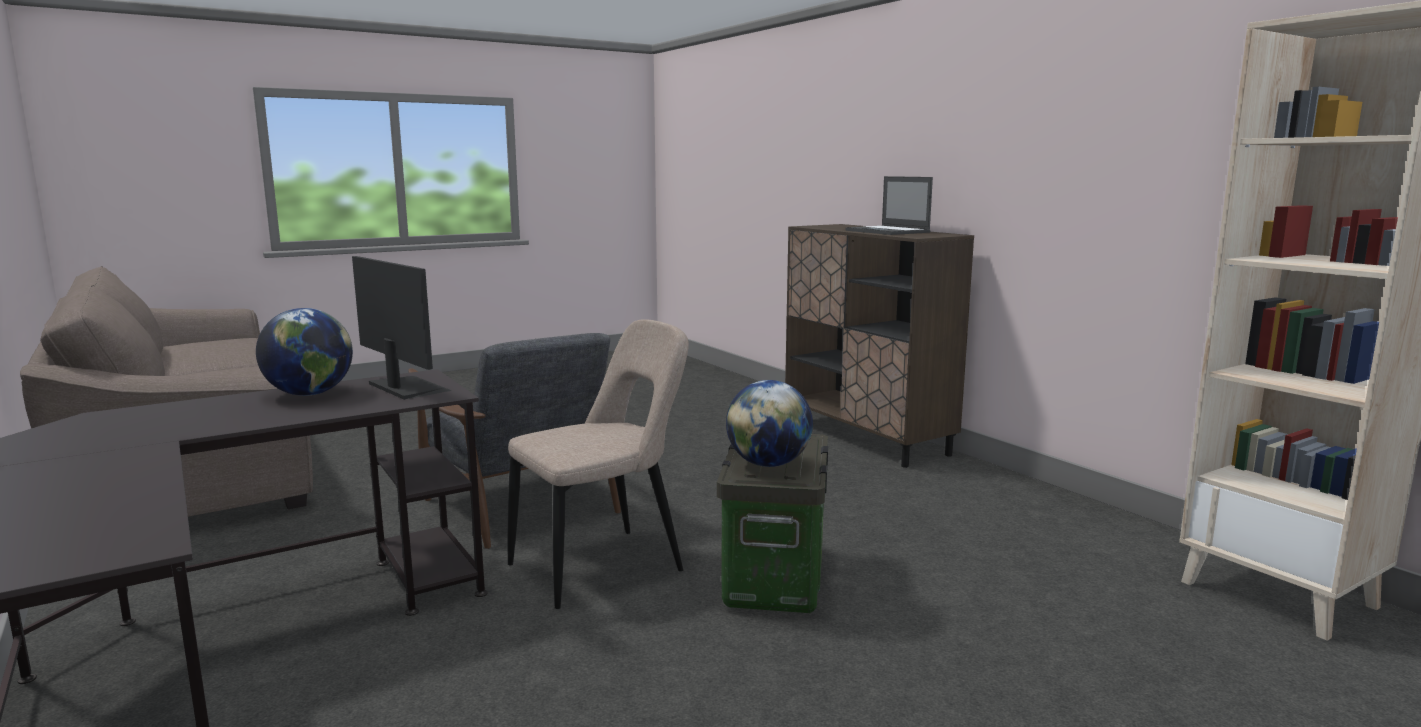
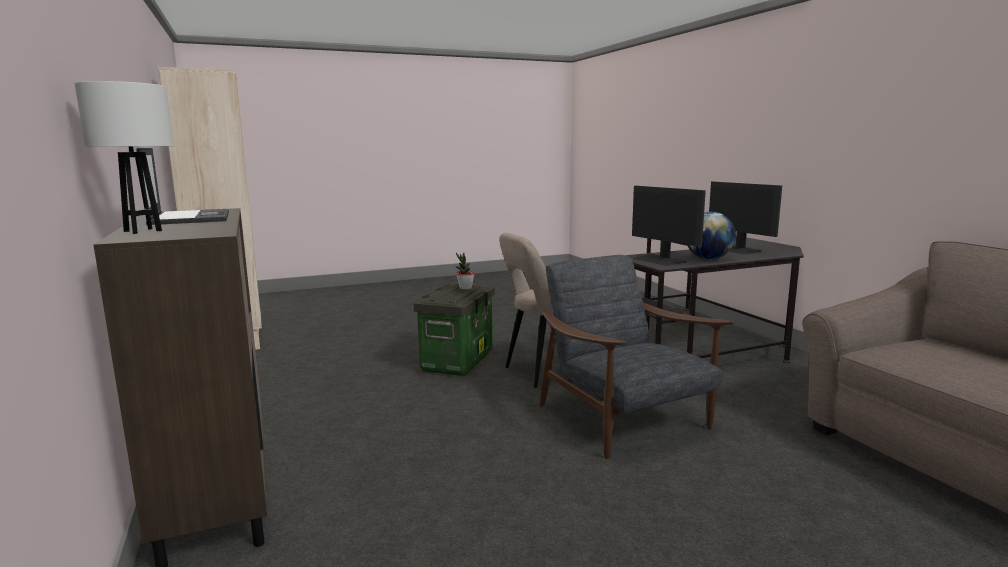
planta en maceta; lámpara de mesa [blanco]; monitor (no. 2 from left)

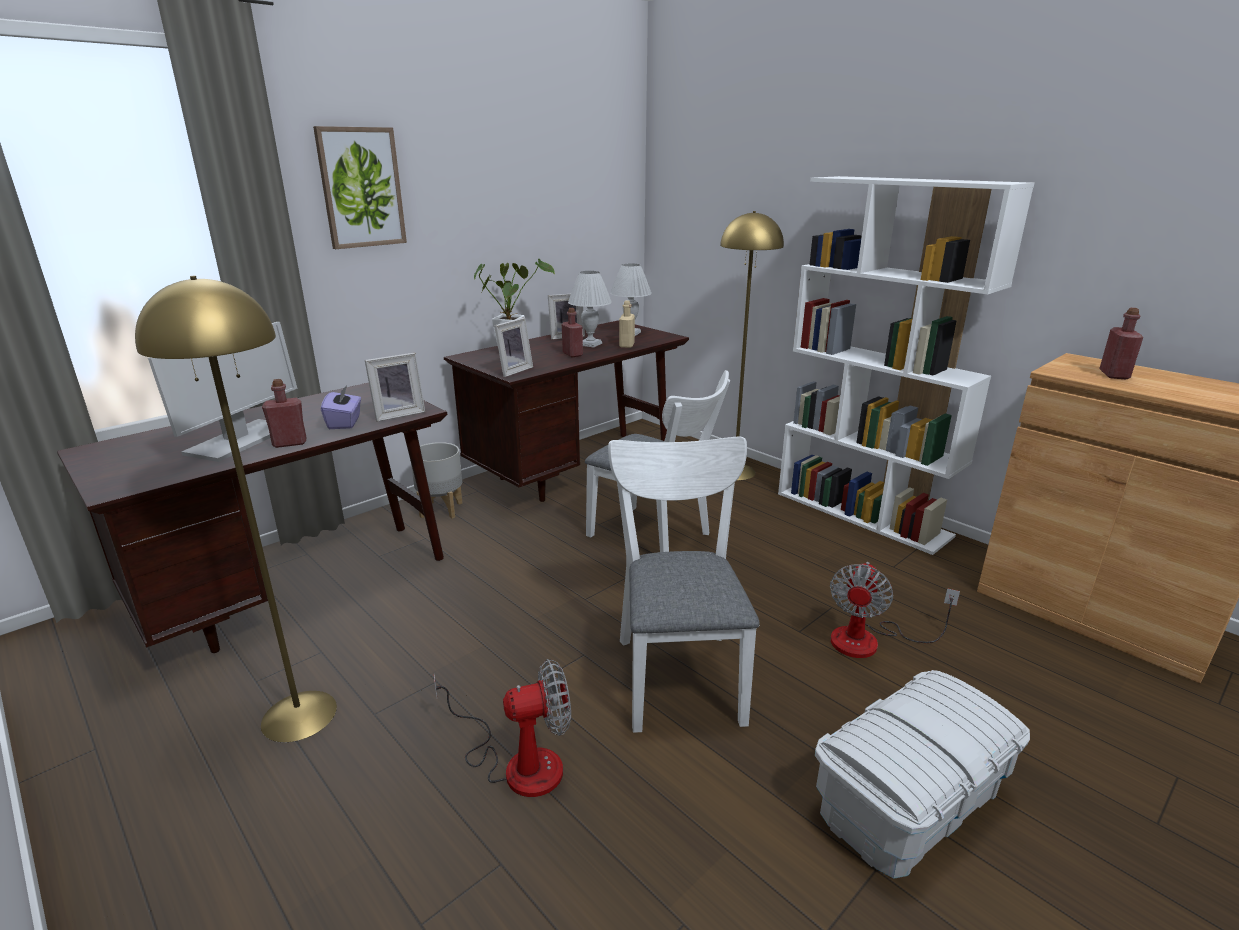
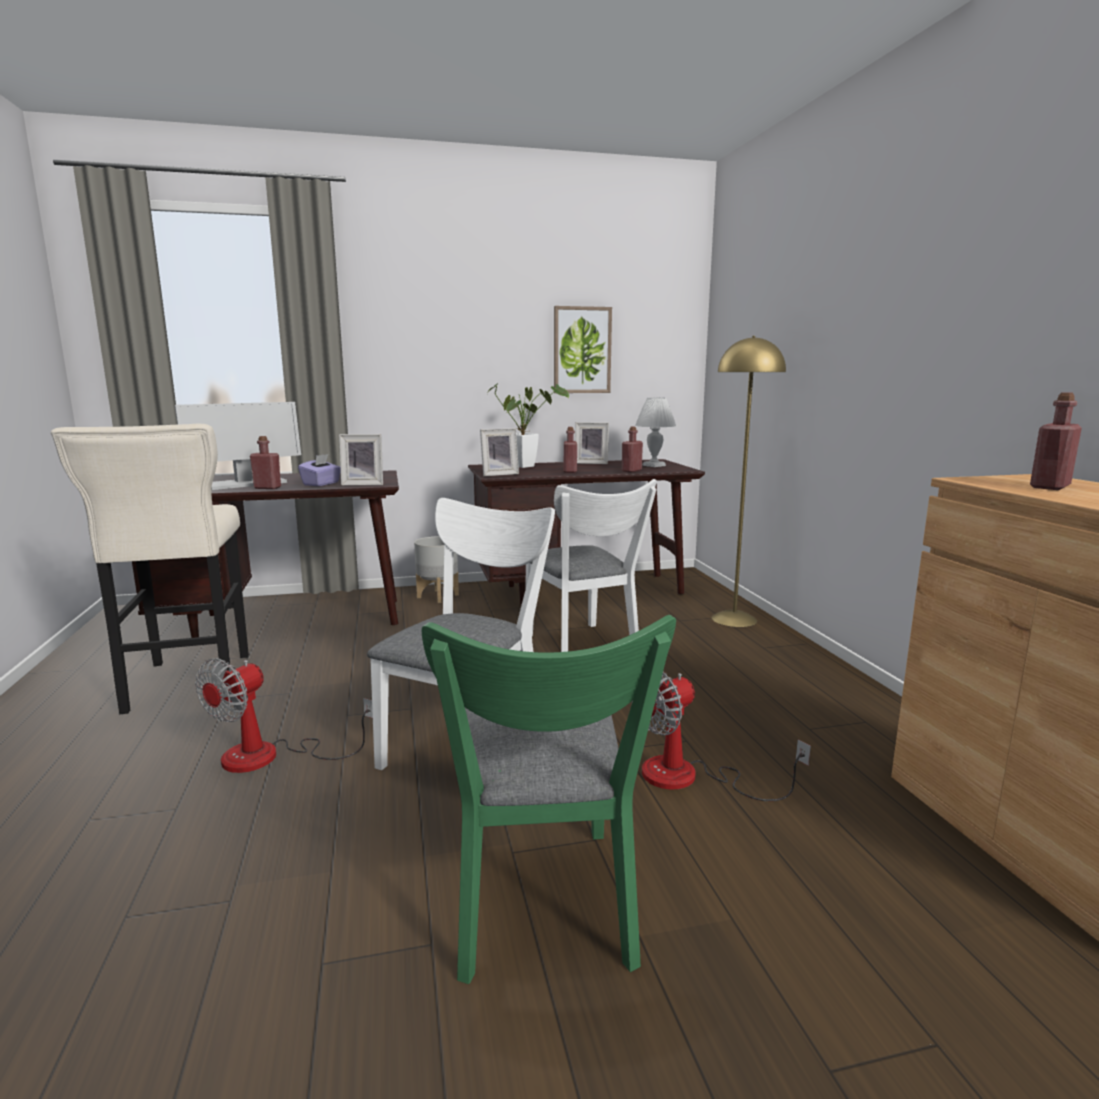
taburete [beis]; cuadro; ventilador (no. 1 from left); lámpara de mesa [blanco] (no. 1 from left in the first image); botella [rojo] (no. 3 from left); estantería [blanco]; silla [verde]

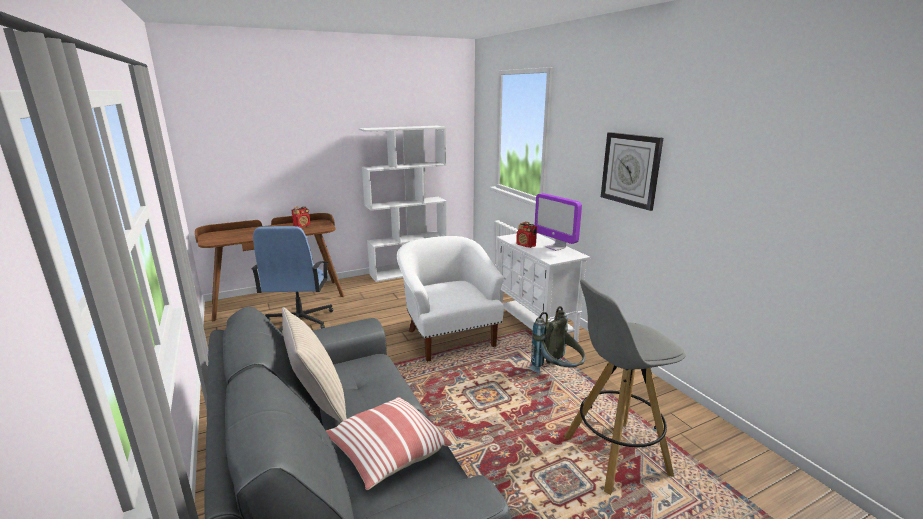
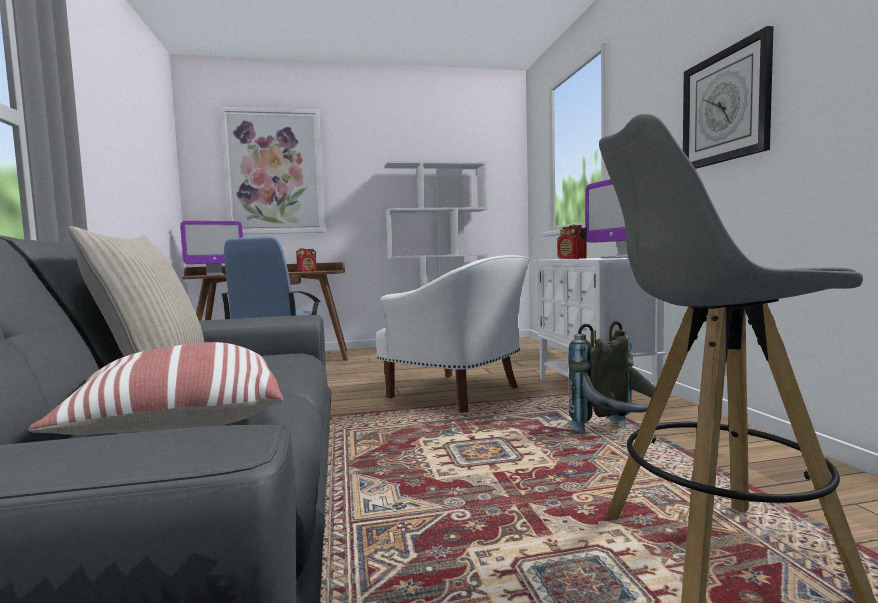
sillón [blanco]; monitor (no. 1 from left); cuadro

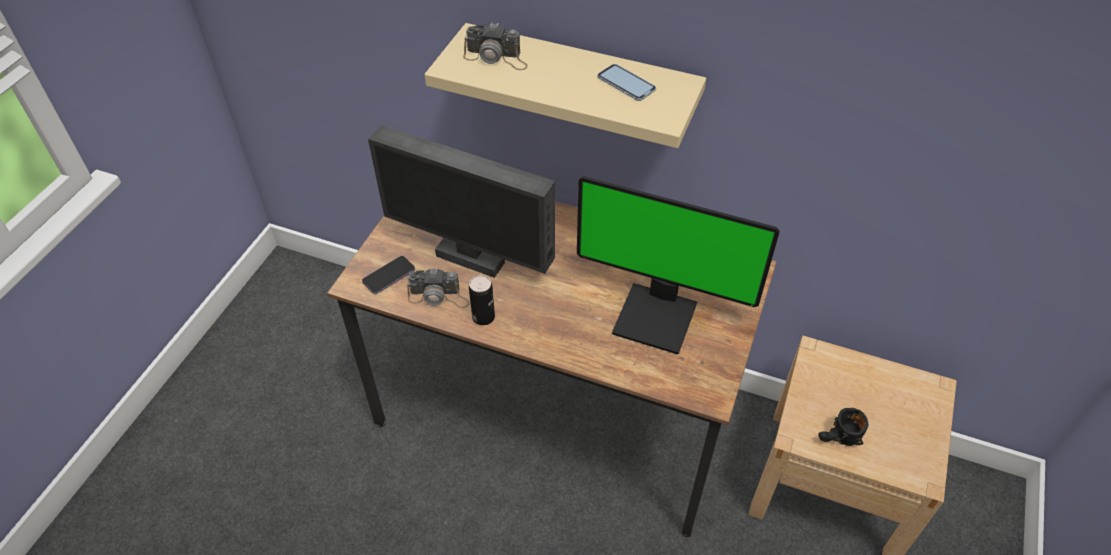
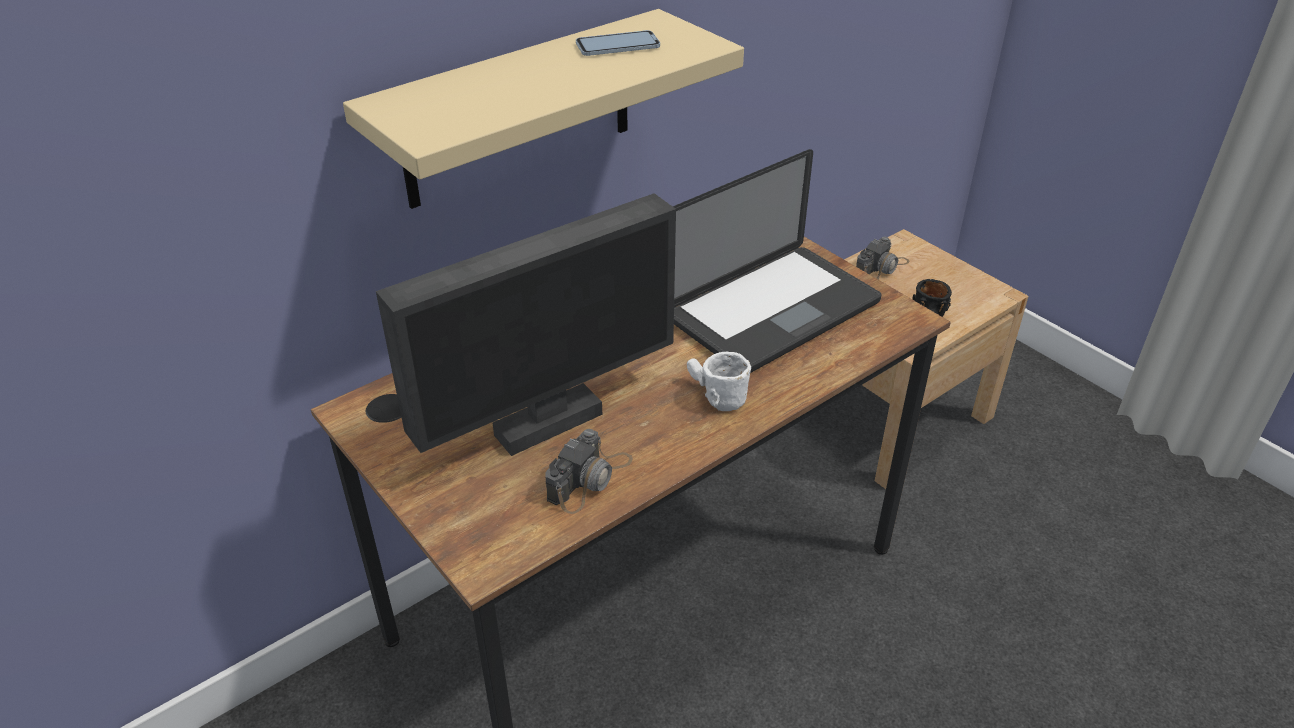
móvil (no. 1 from left in the first image); cámara (no. 2 from left); lata; portátil; taza grande [blanco]

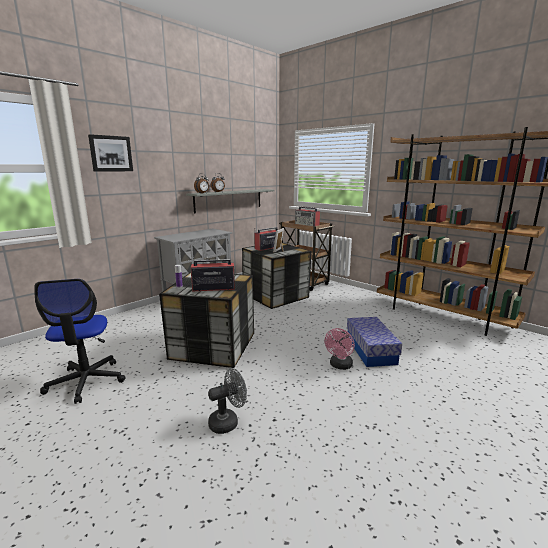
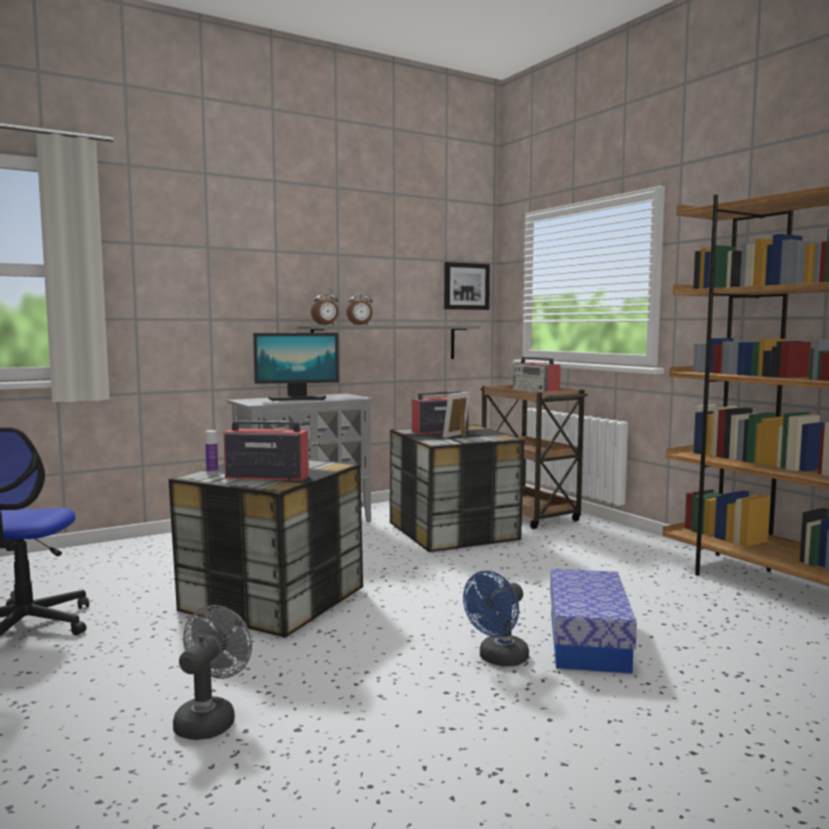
cuadro; ventilador [gris]; ventilador [azul]; monitor

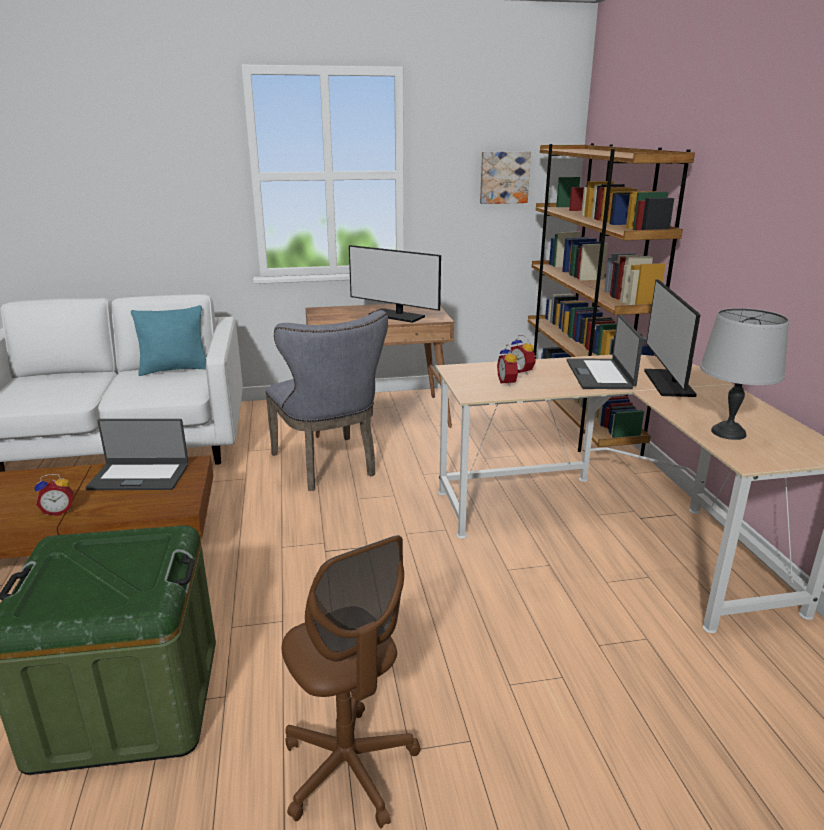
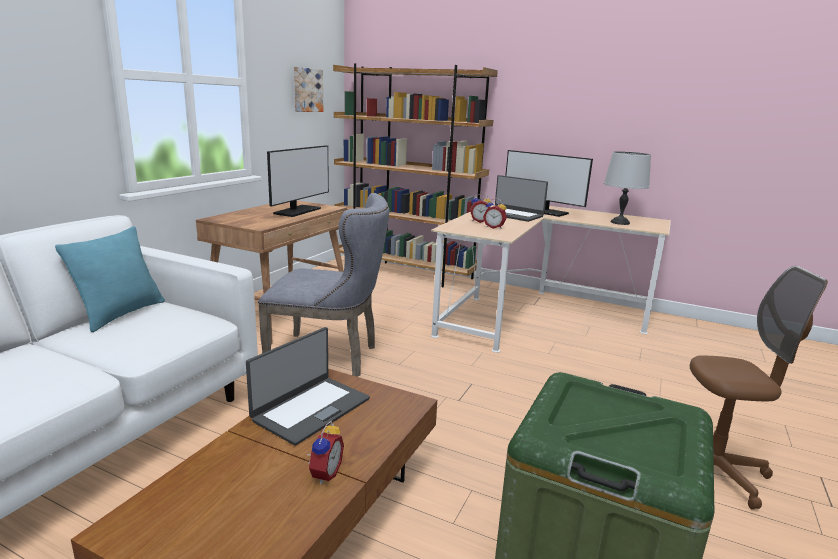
monitor (no. 1 from left)

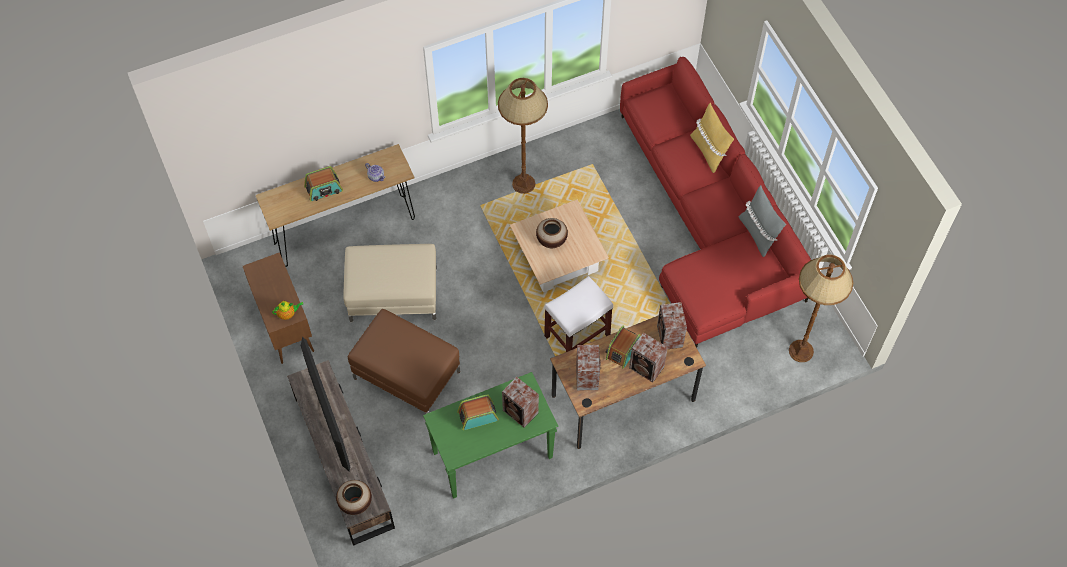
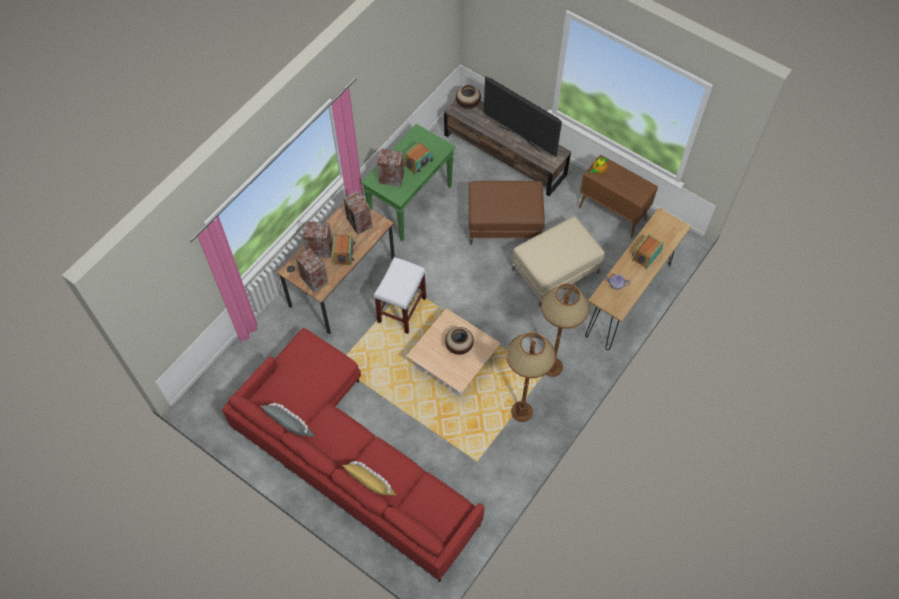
lámpara de pie [marrón] (no. 2 from left)

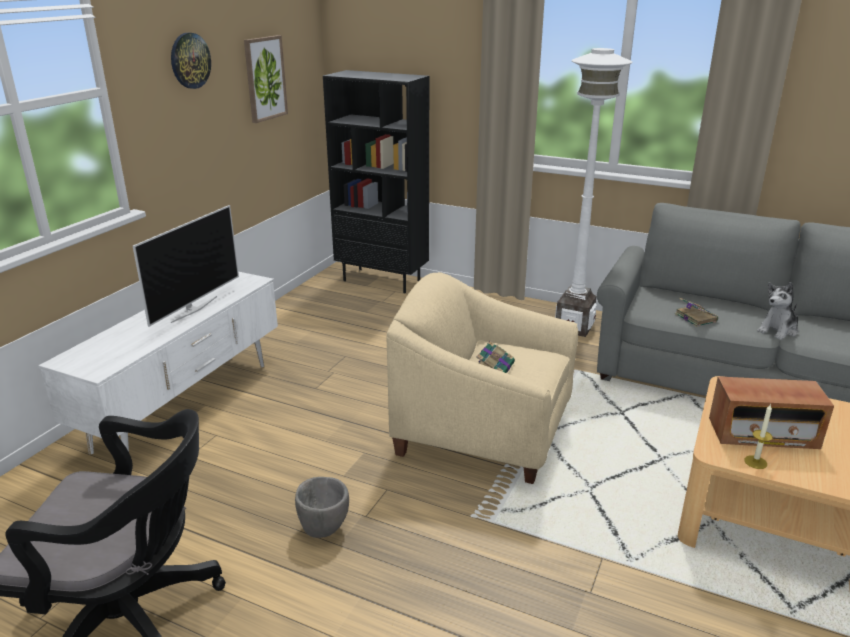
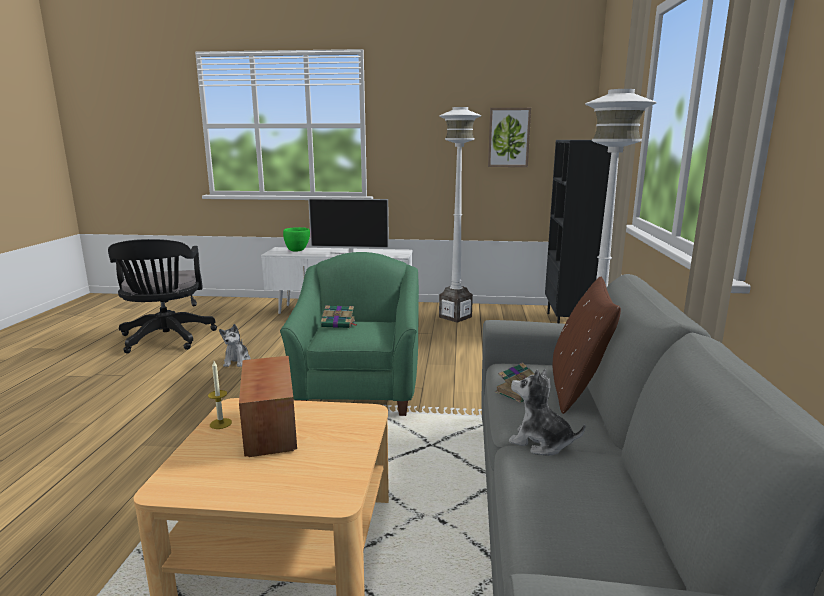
reloj de pared; peluche (no. 1 from left); sillón [verde]; cuenco [verde]; lámpara de pie [blanco] (no. 1 from left); cojín [marrón]

